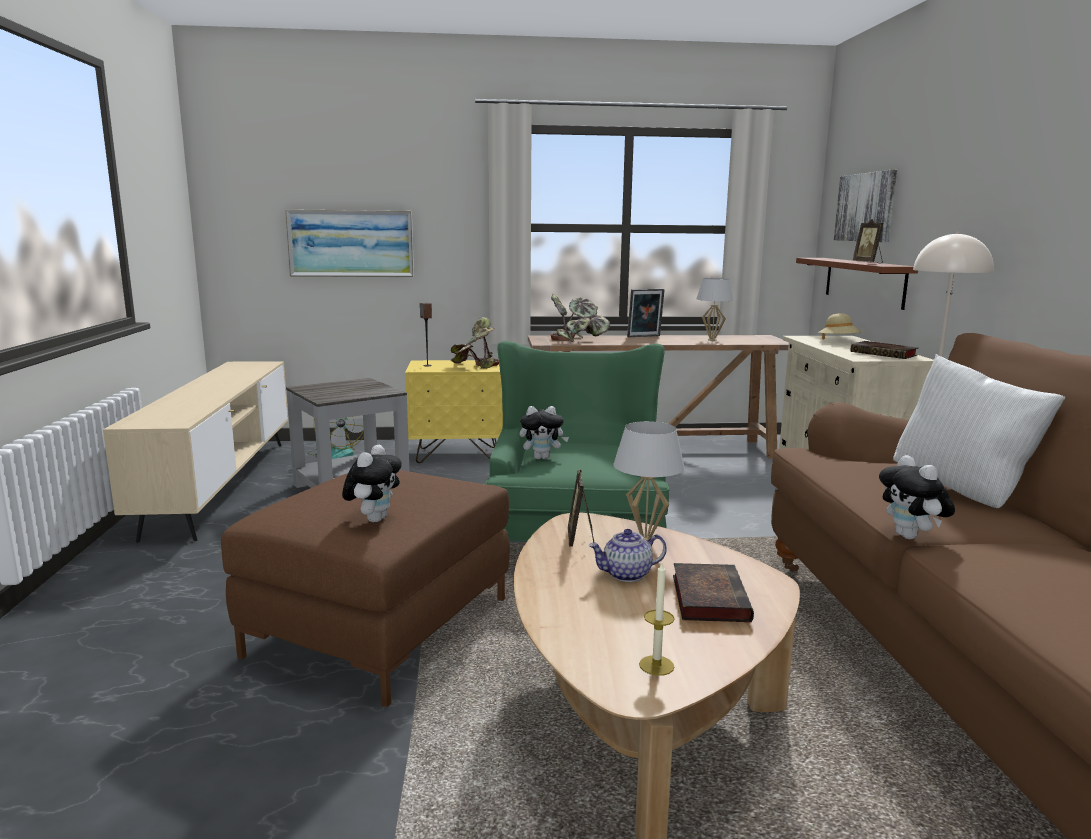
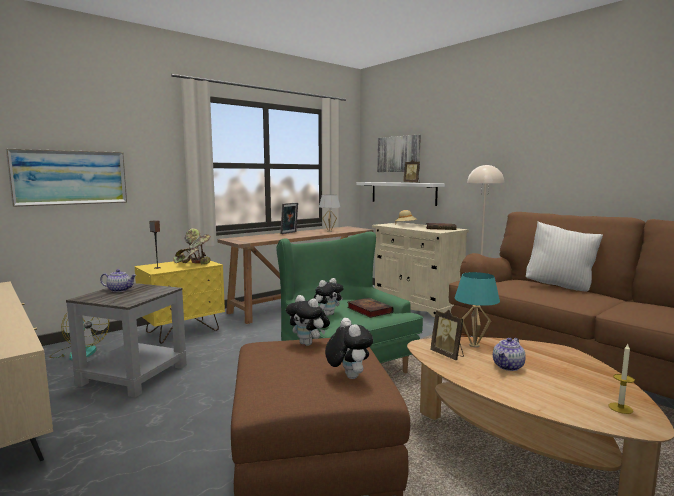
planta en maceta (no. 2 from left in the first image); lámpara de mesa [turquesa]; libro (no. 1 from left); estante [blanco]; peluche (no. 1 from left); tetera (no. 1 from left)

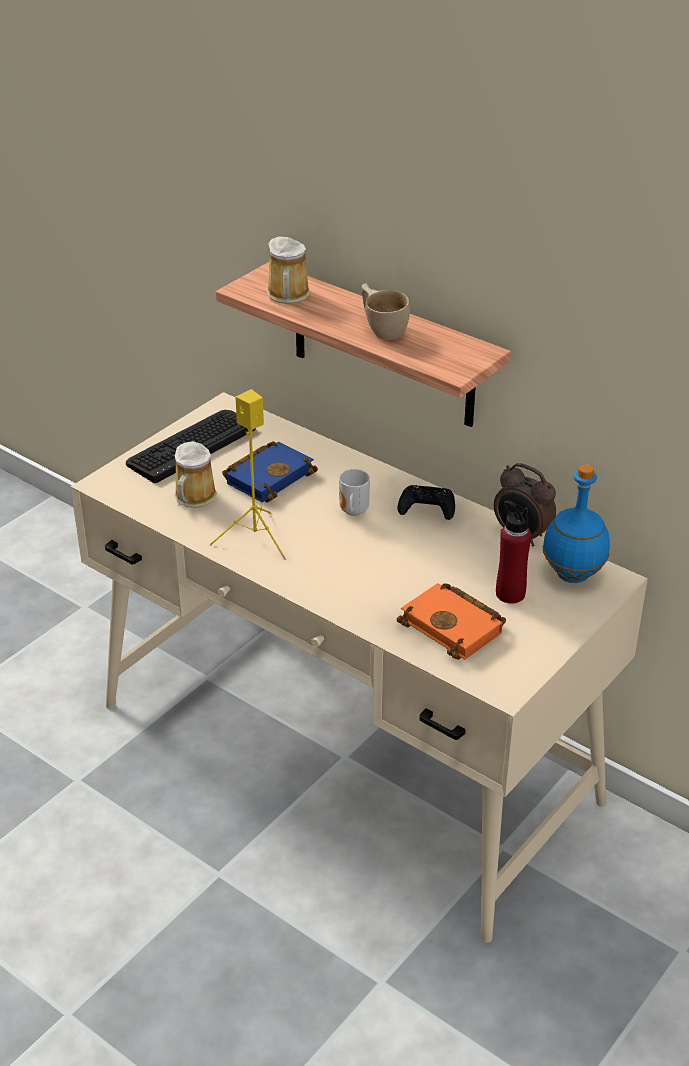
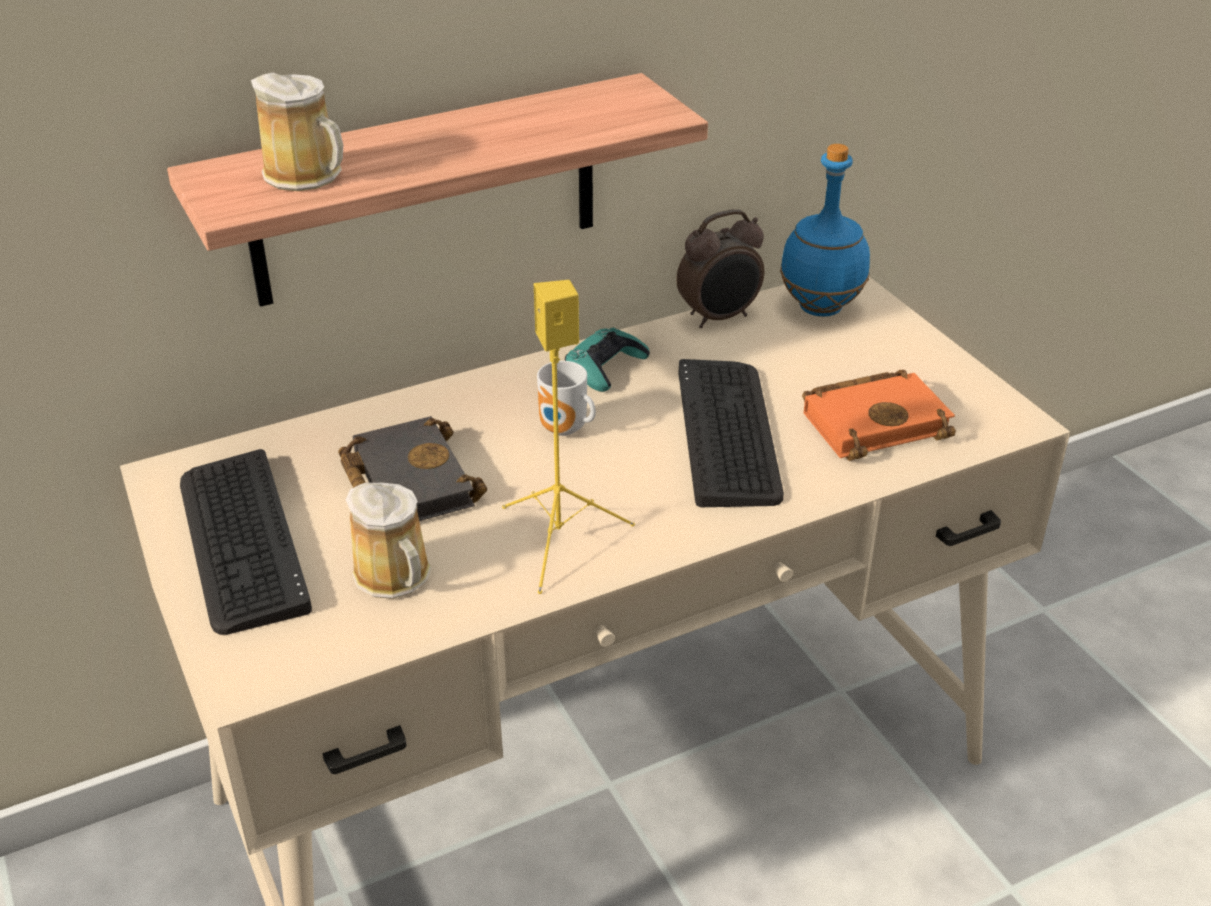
libro [negro]; taza [beis]; mando de consola [turquesa]; botella [rojo]; teclado (no. 2 from left)

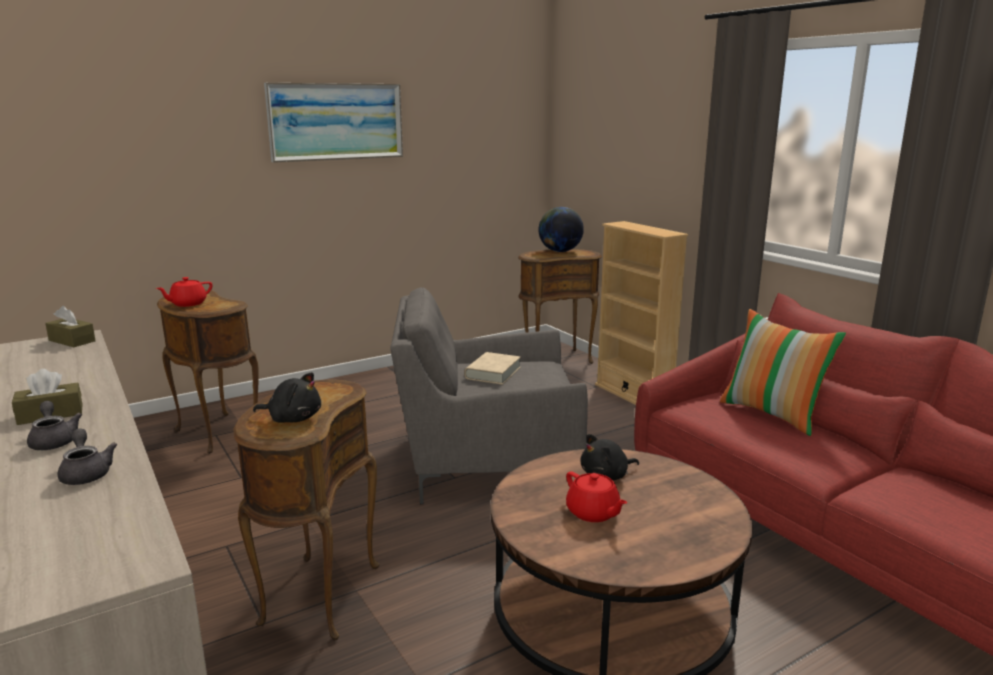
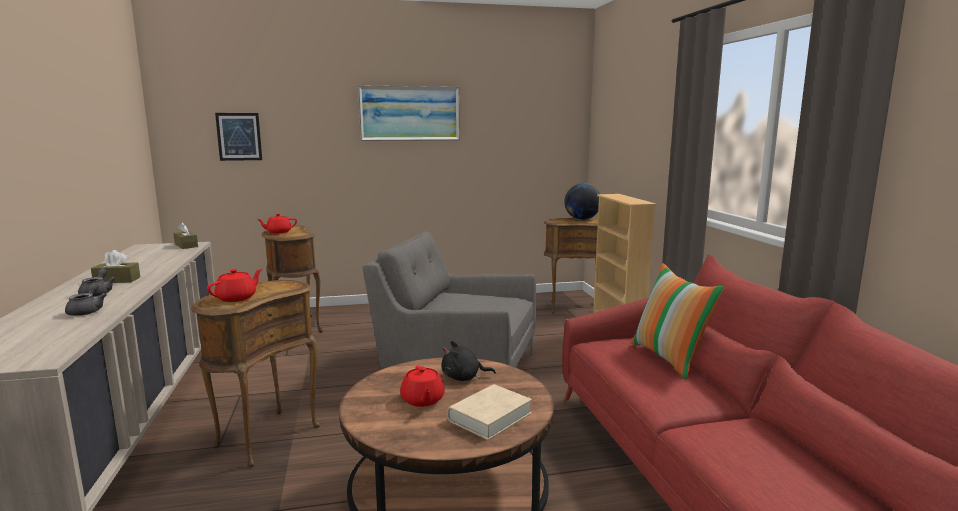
tetera [rojo] (no. 1 from left); libro [beis]; cuadro (no. 1 from left)

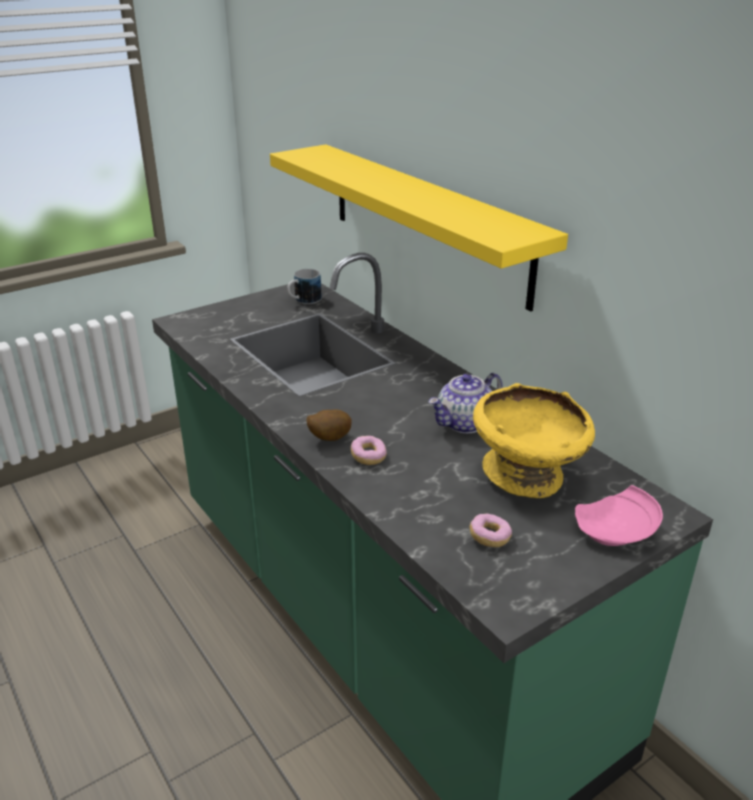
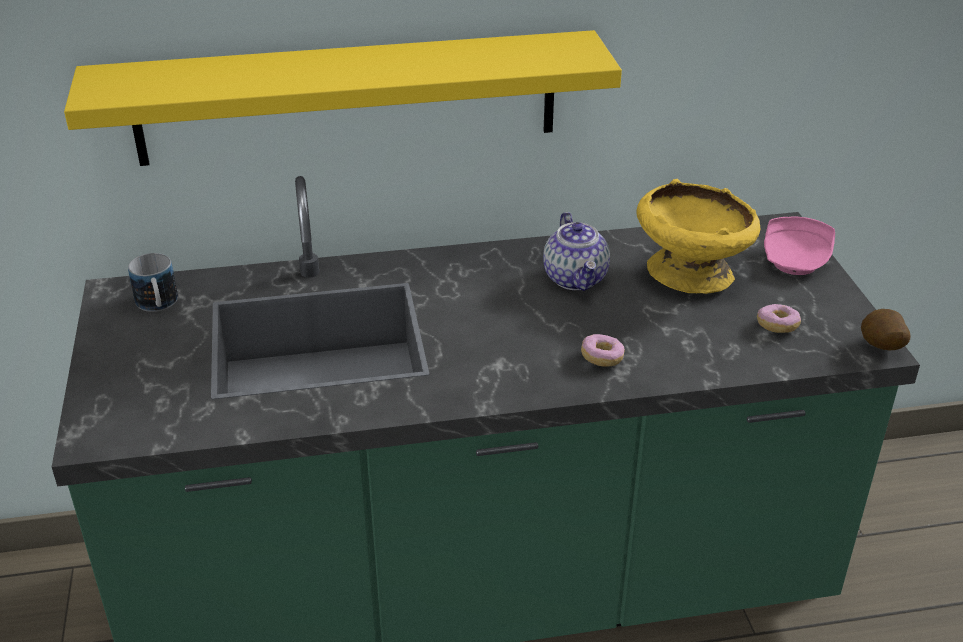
patata

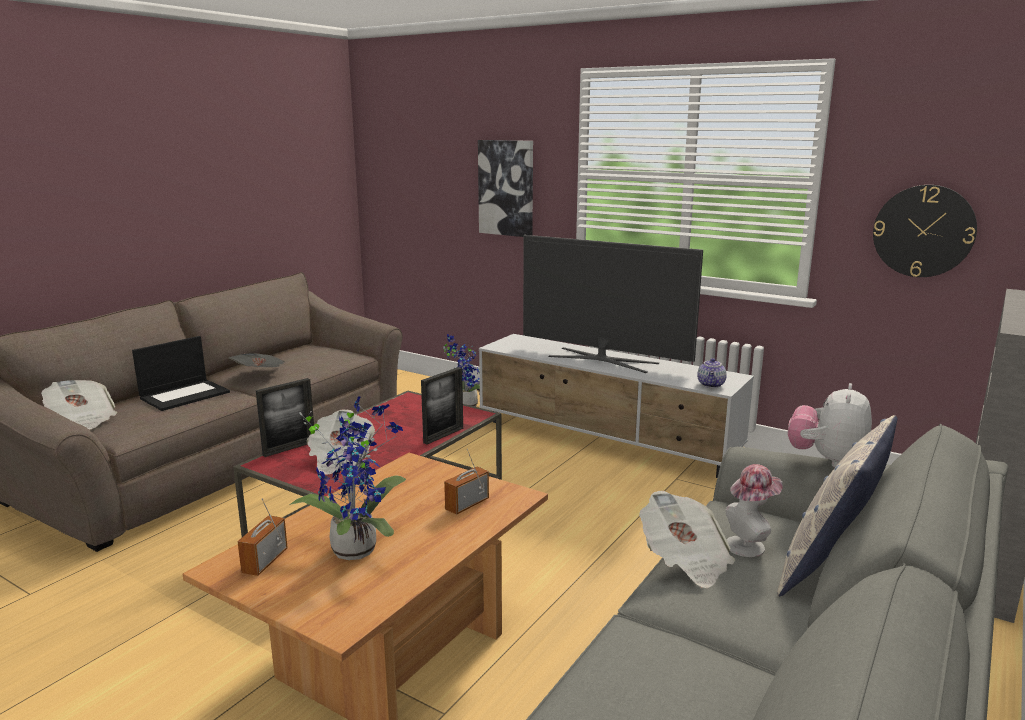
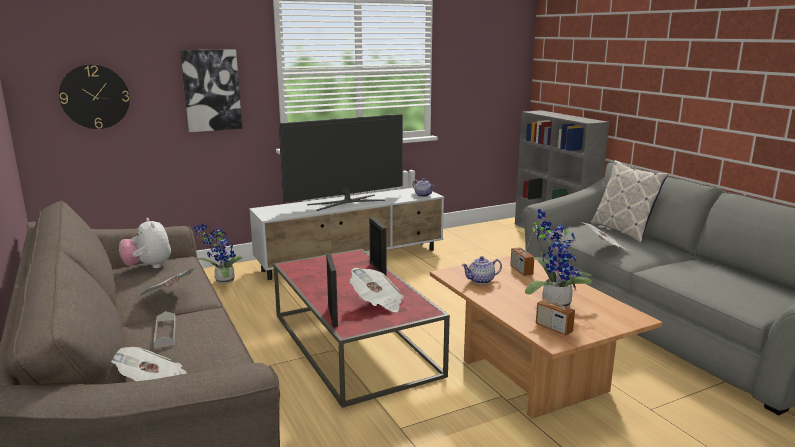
bandeja [gris]; sombrero; peluche; reloj de pared; tetera (no. 2 from left)

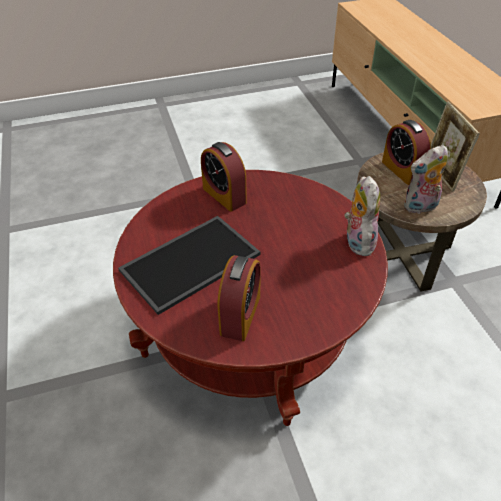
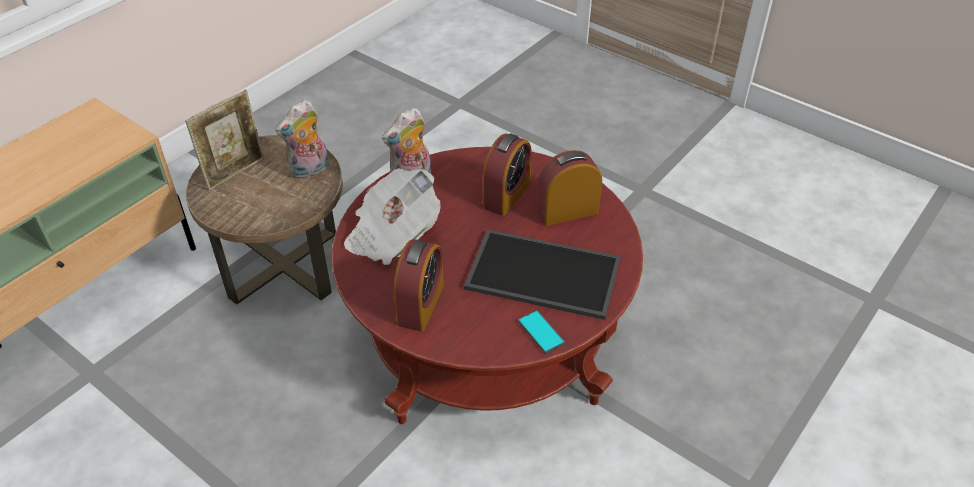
despertador (no. 2 from left); peluche (no. 1 from left); periódico; móvil

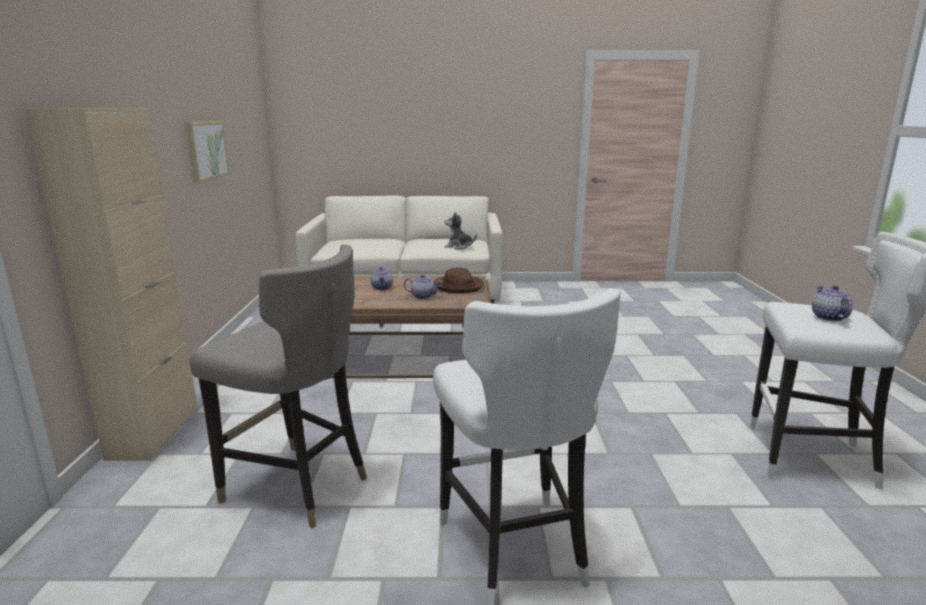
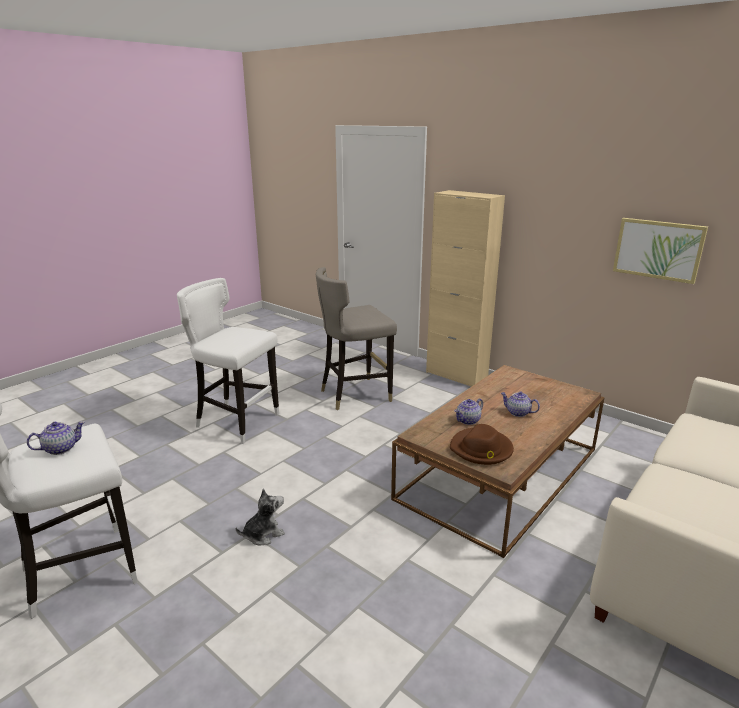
peluche; tetera (no. 1 from left)

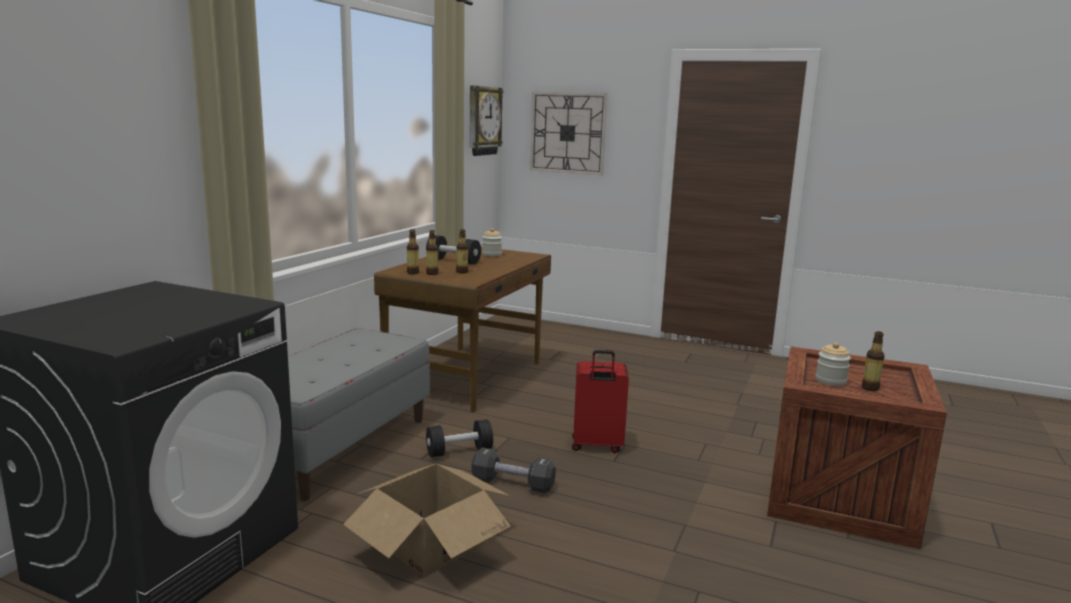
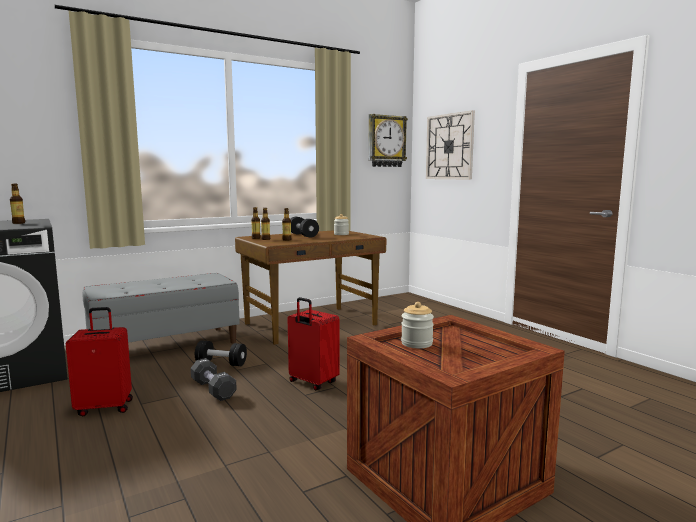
maleta [rojo] (no. 1 from left); botella (no. 1 from left)

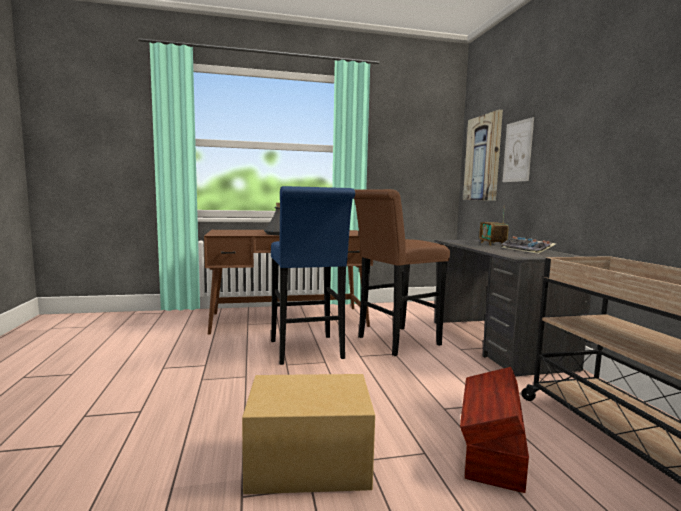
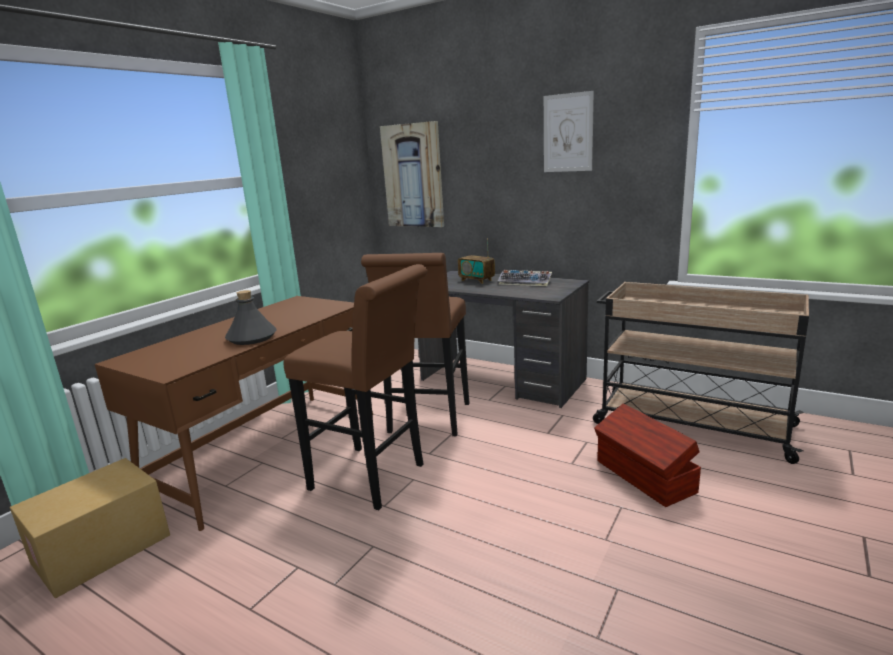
caja de cartón; taburete [marrón] (no. 1 from left); cuadro (no. 2 from left)

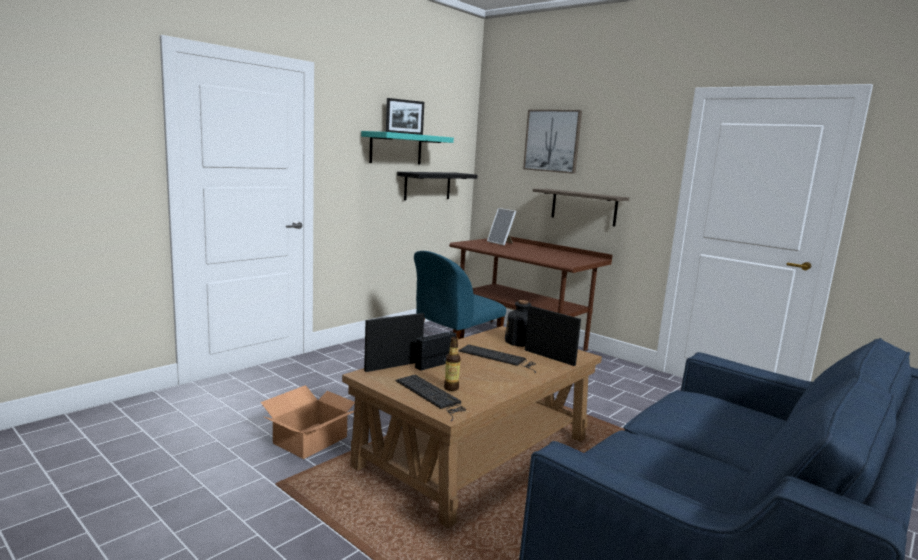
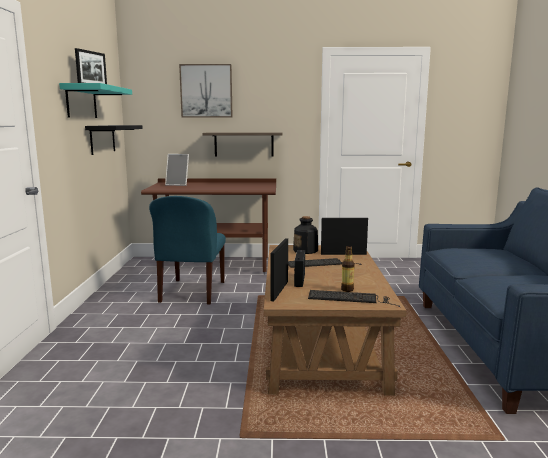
caja de cartón

